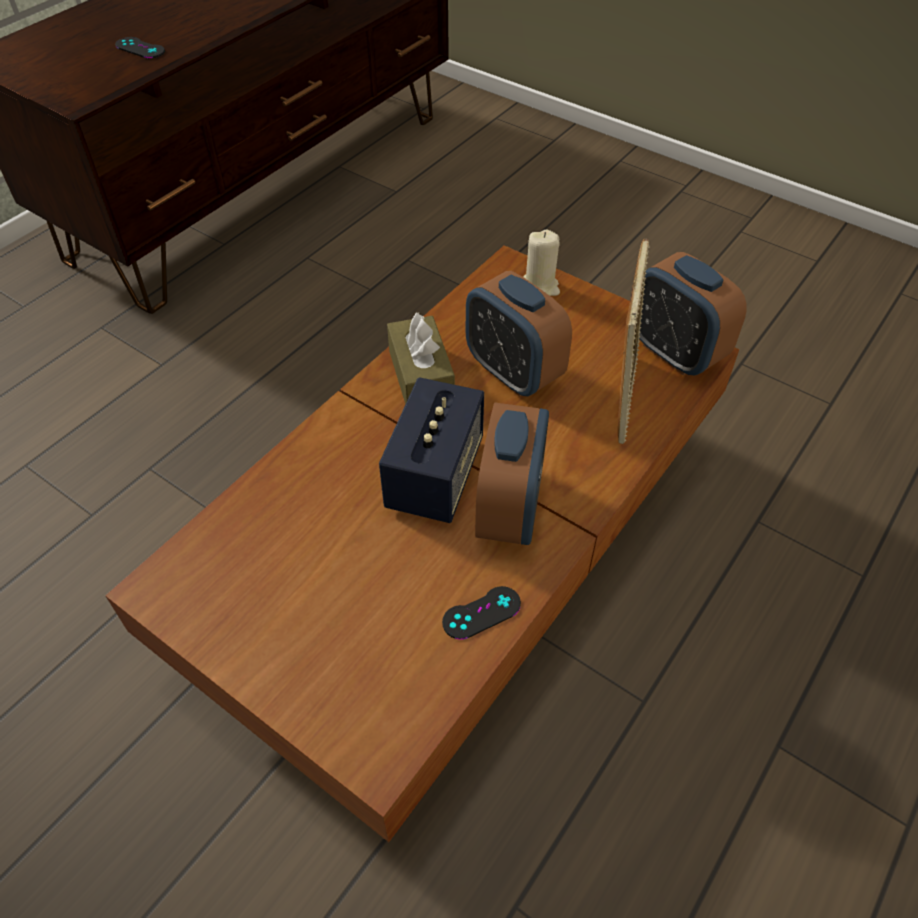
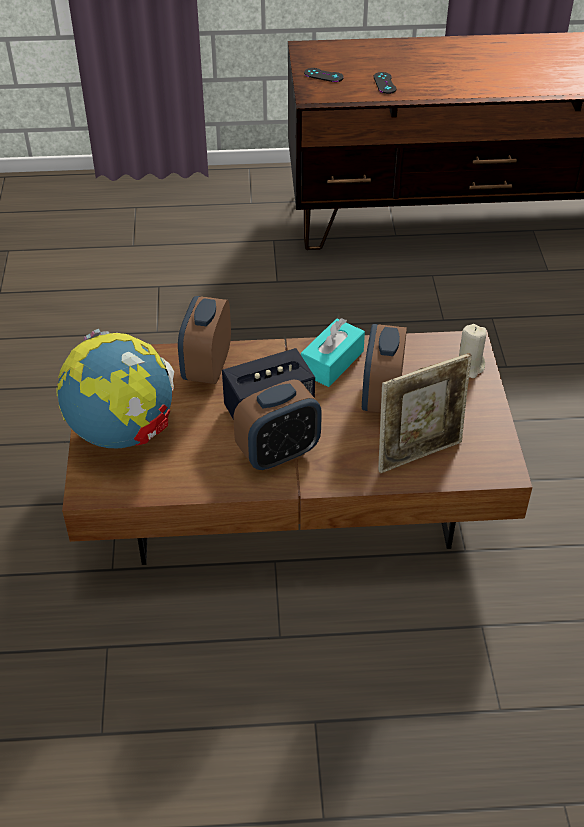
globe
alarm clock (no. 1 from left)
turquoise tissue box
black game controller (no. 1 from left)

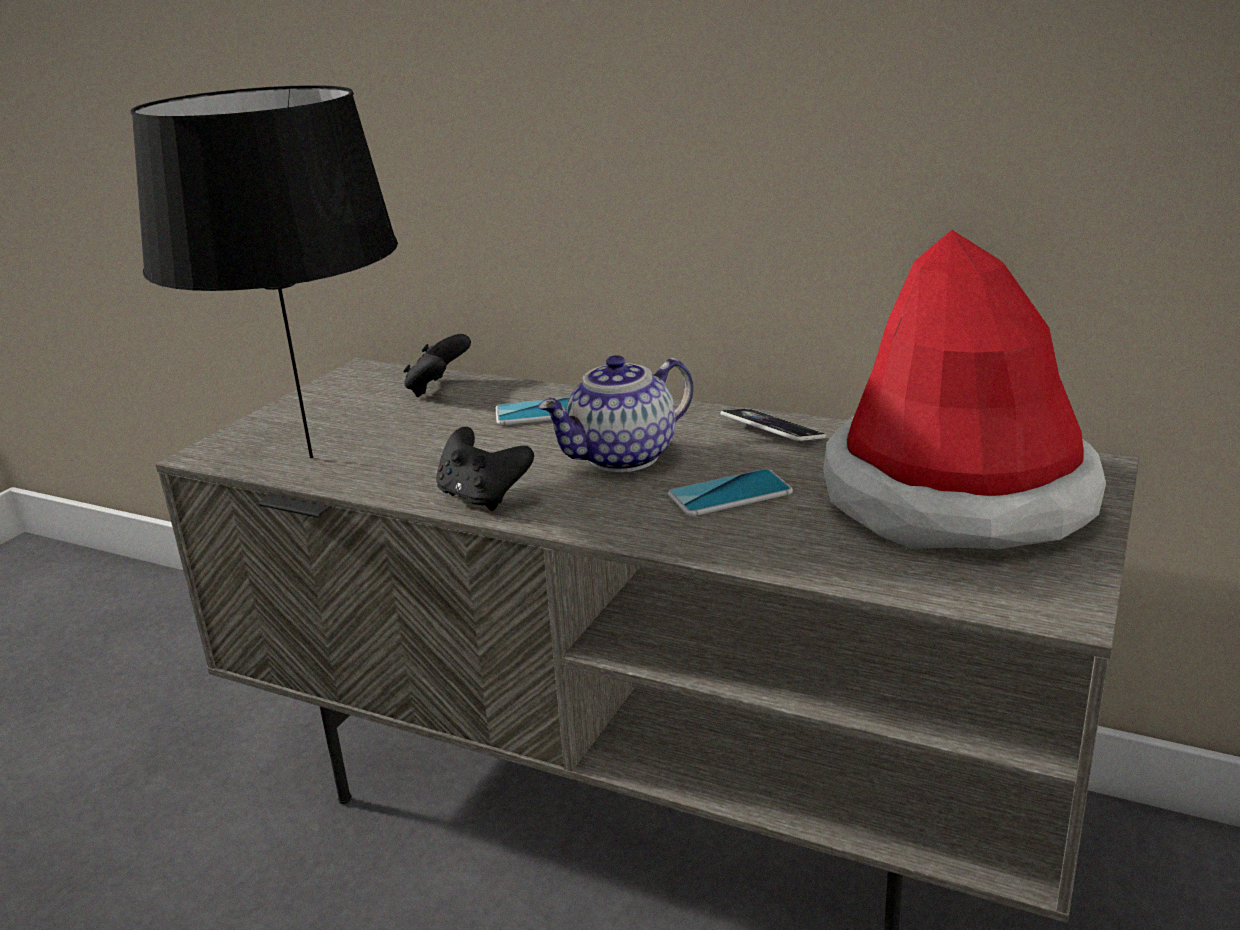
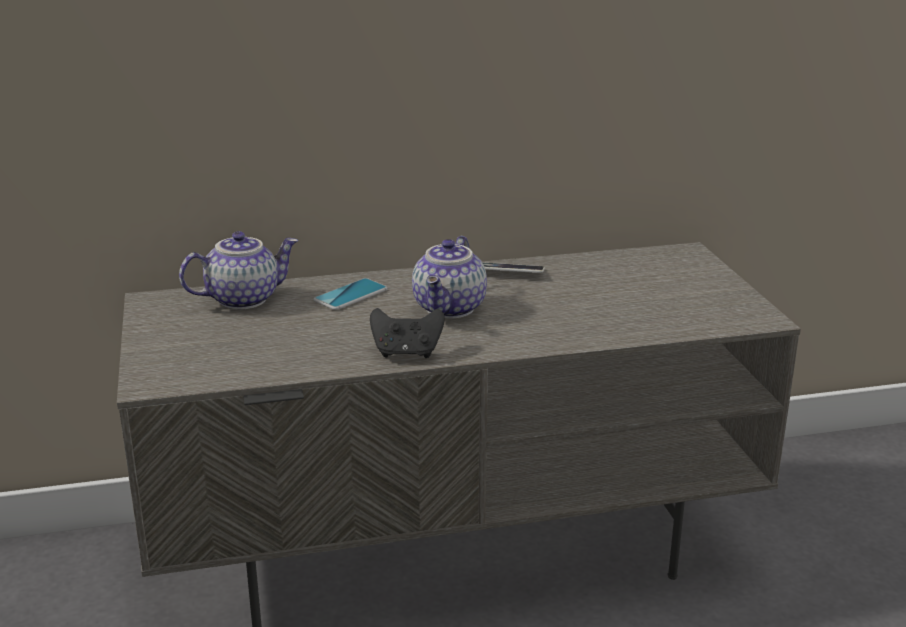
teapot (no. 1 from left)
black table lamp
phone (no. 2 from left in the first image)
hat

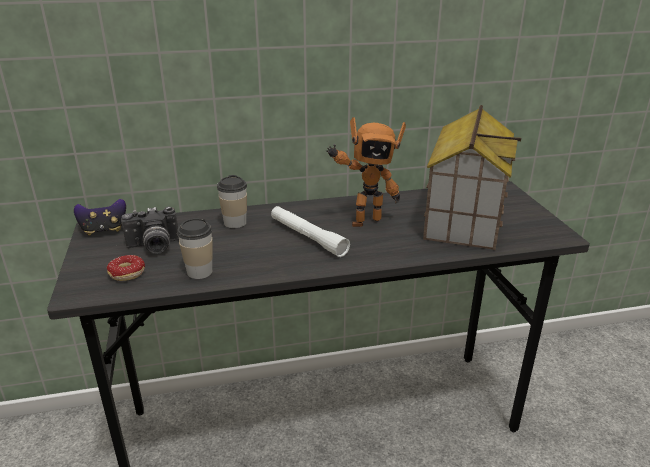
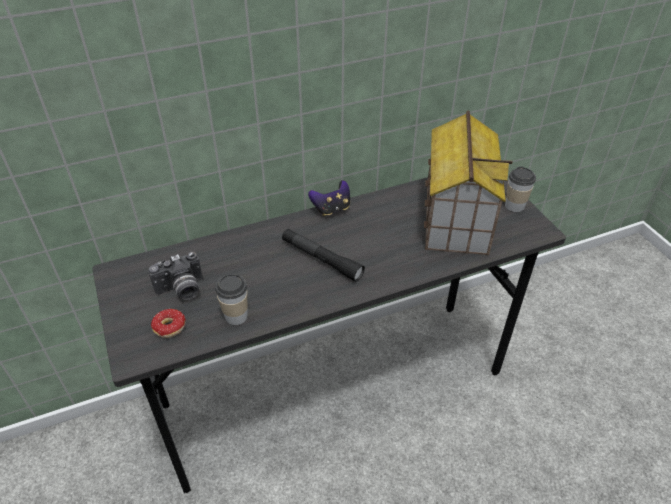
black flashlight
game controller
cup (no. 2 from left)
toy robot

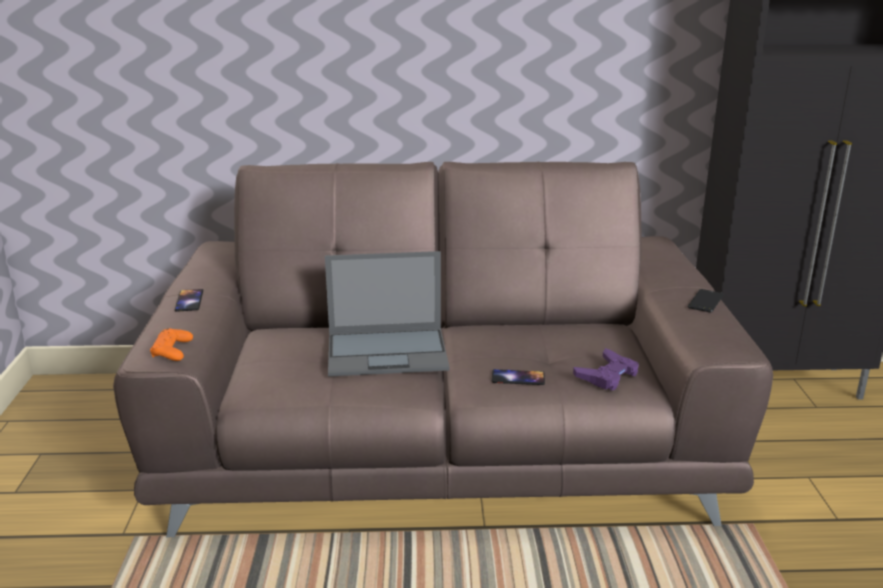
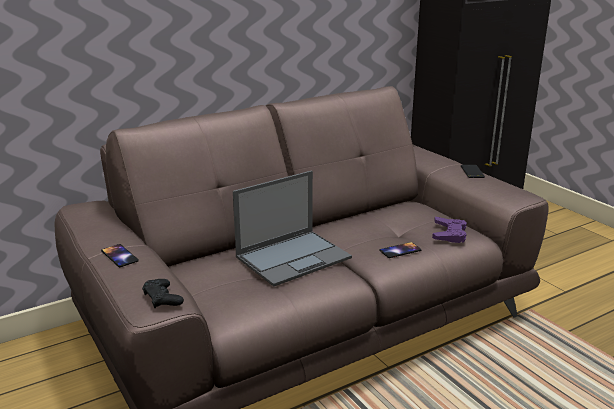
black game controller

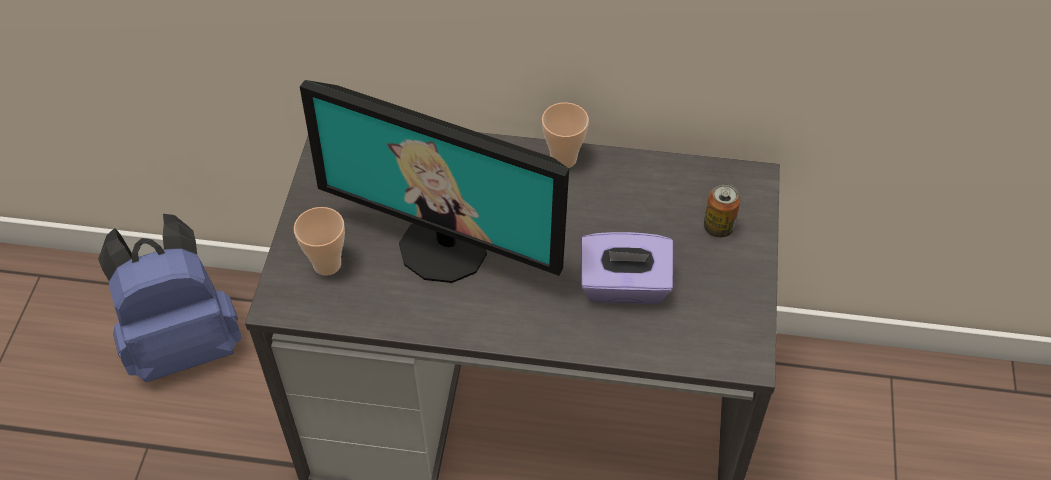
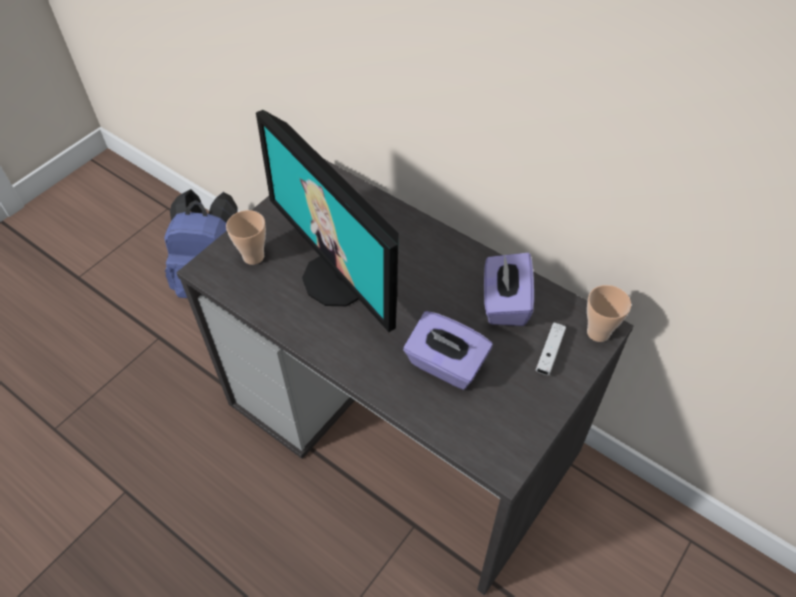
purple tissue box (no. 2 from left)
white game controller
cup (no. 2 from left)

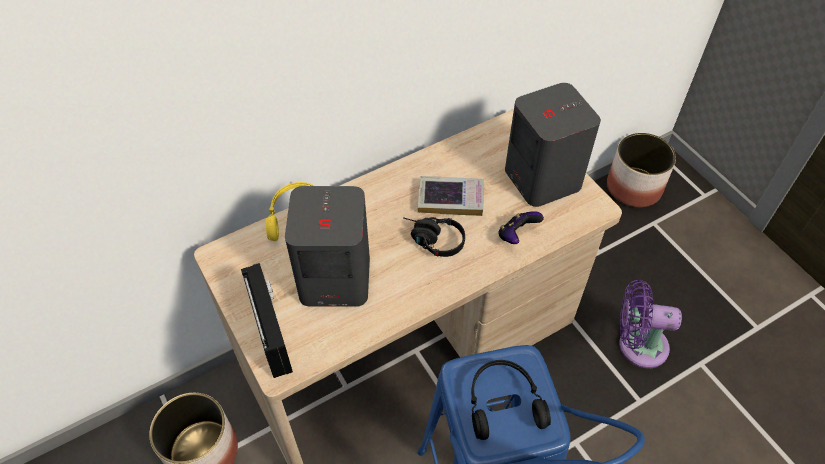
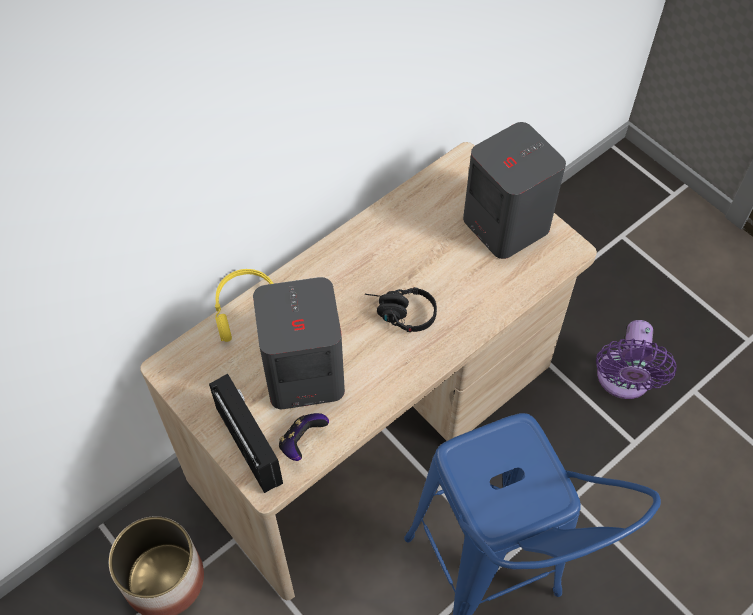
game controller
purple fan
book
black headphones (no. 2 from left in the first image)
planter (no. 2 from left in the first image)

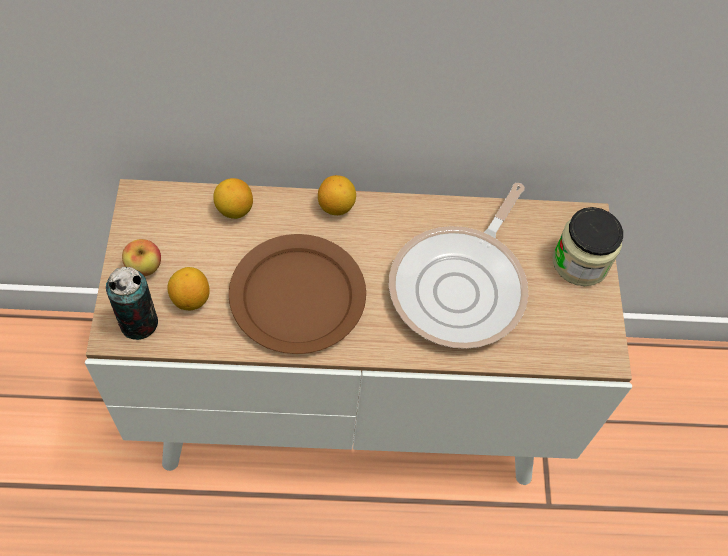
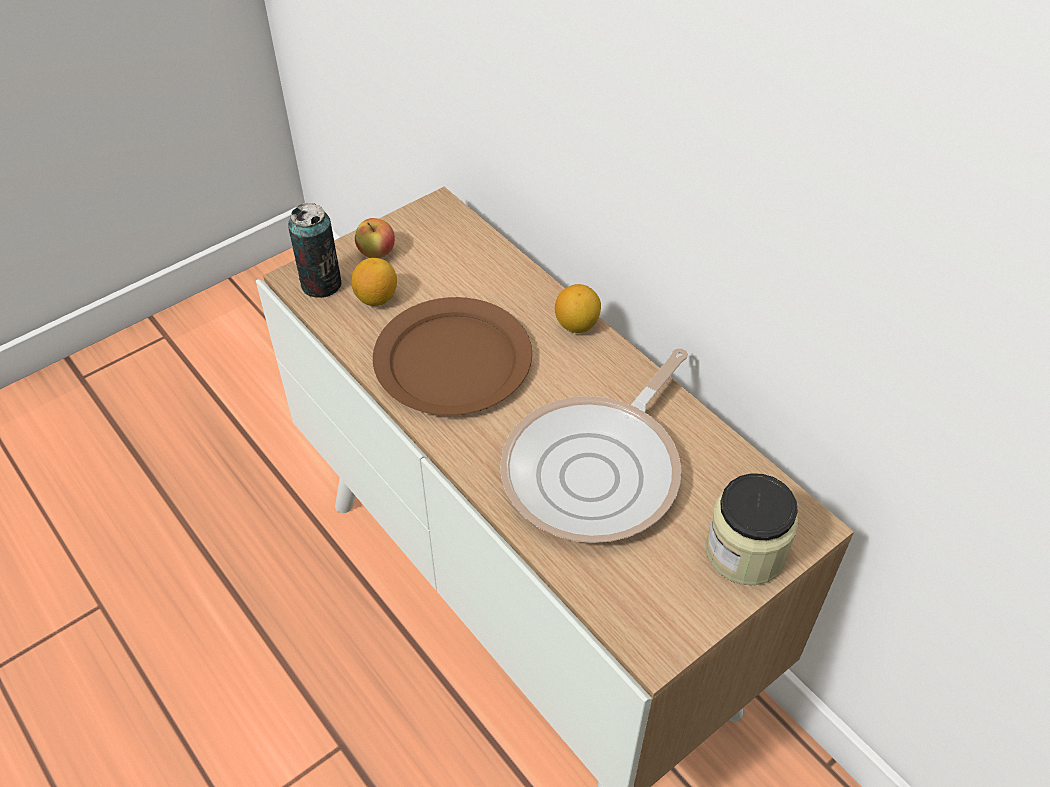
frying pan
lemon (no. 2 from left in the first image)

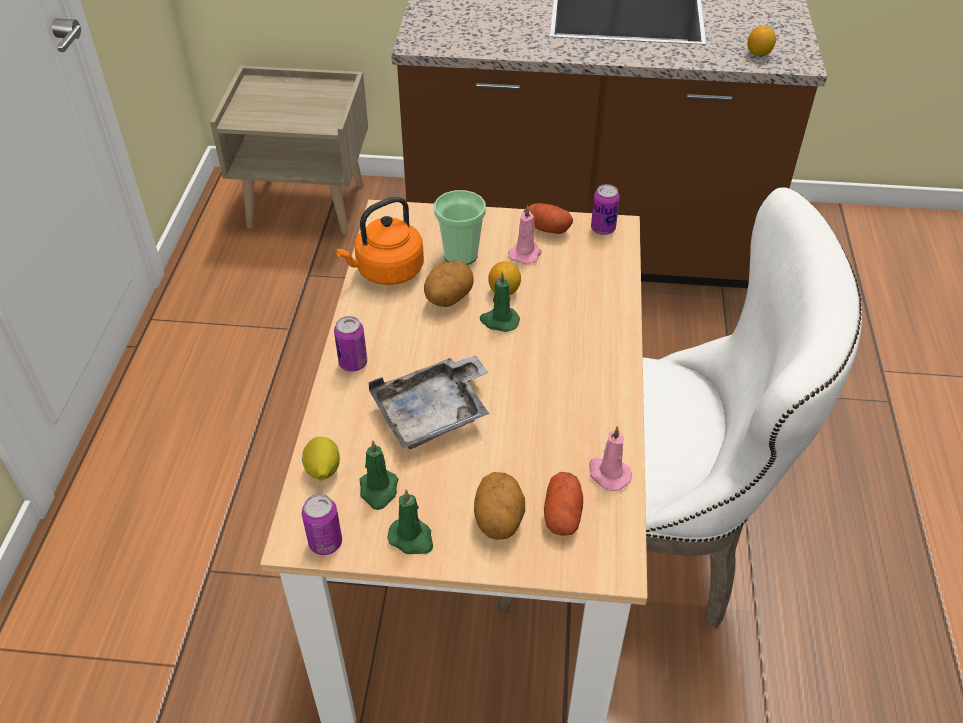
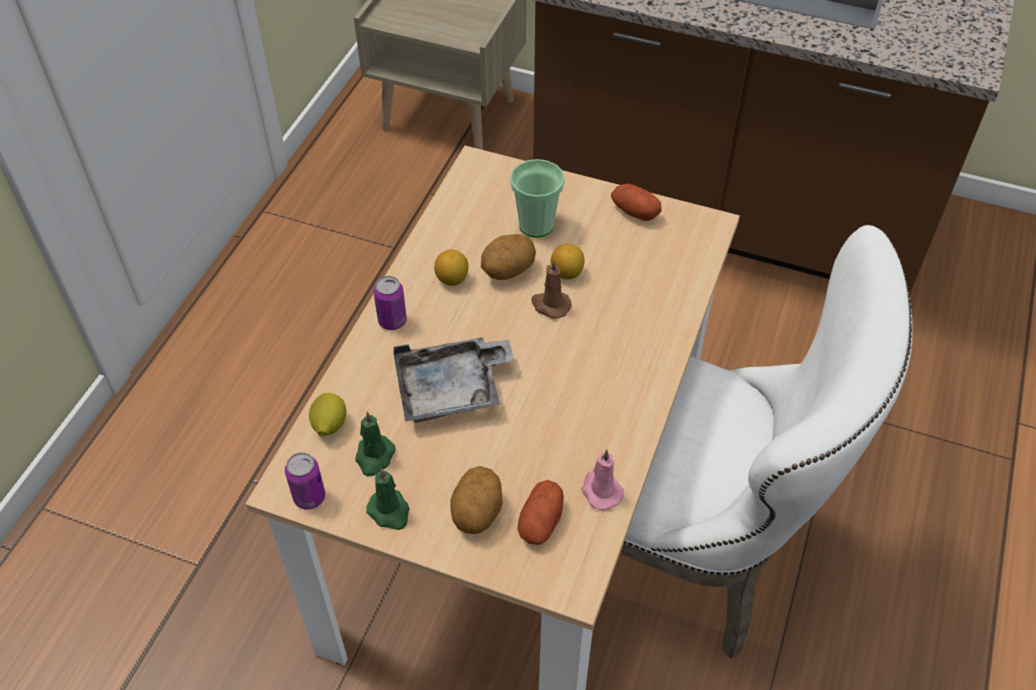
lemon (no. 2 from left)
brown candle
orange kettle
pink candle (no. 1 from left in the first image)
can (no. 3 from left in the first image)

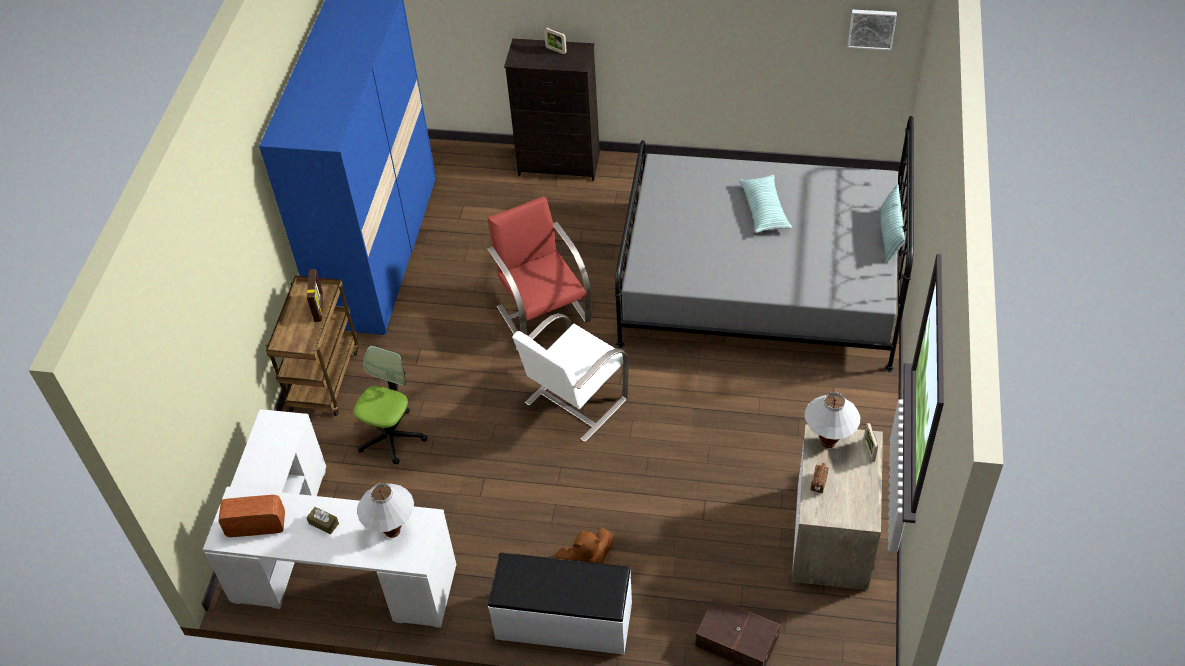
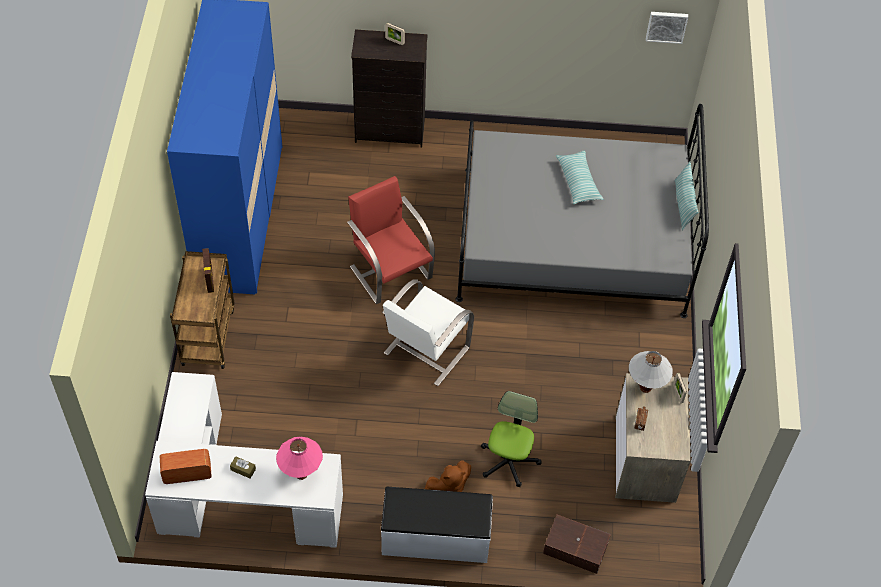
pink table lamp
office chair

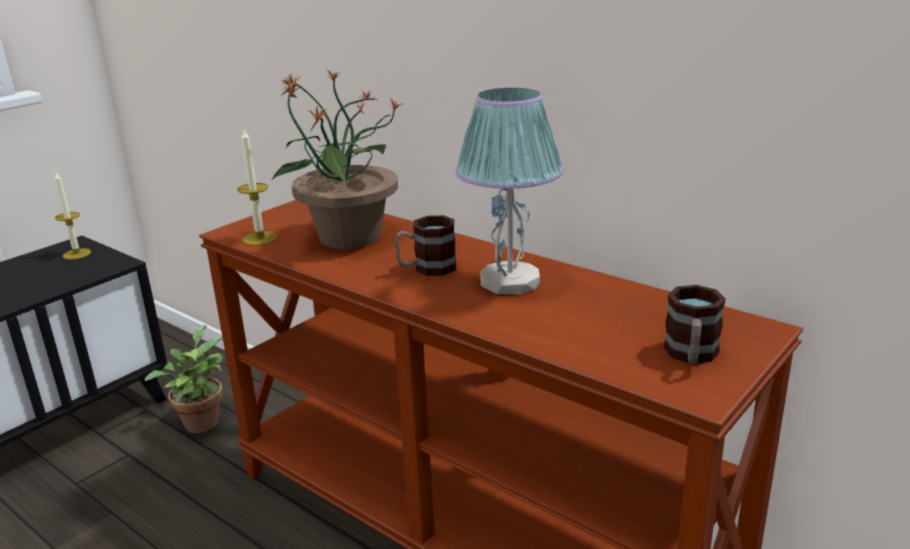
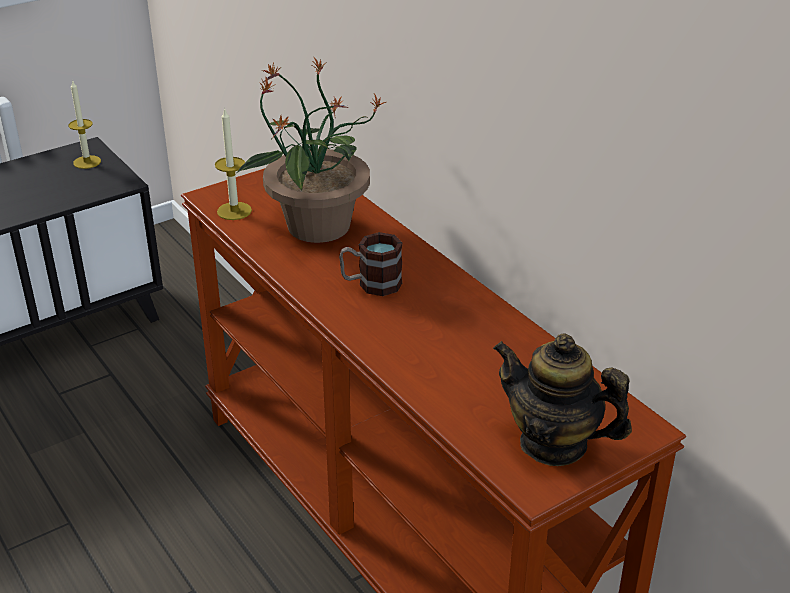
teapot
potted plant (no. 1 from left in the first image)
table lamp

